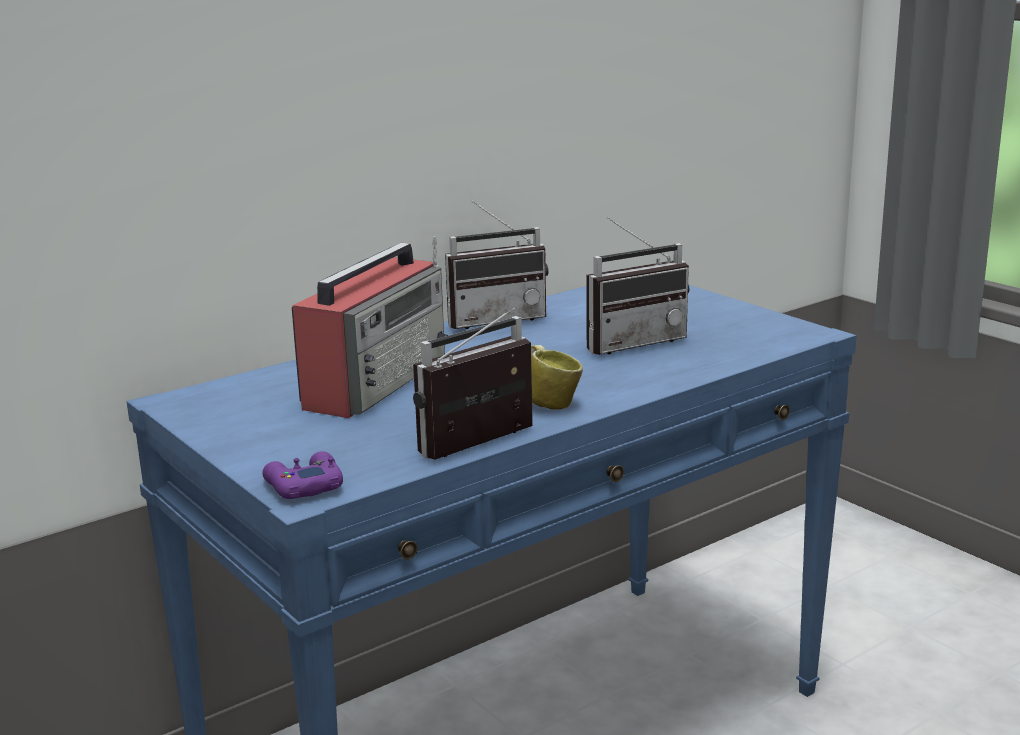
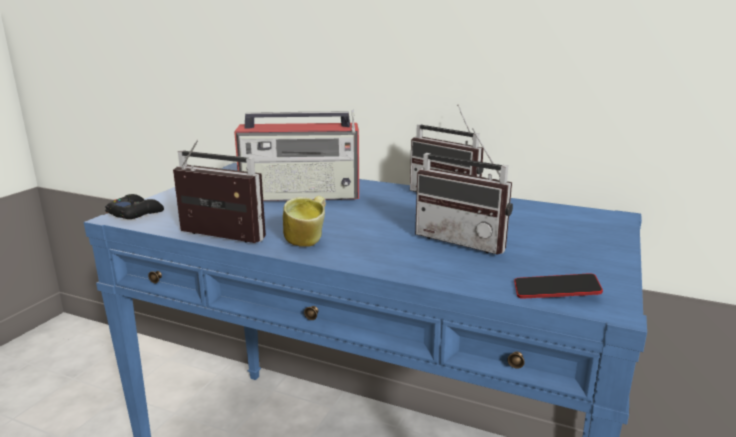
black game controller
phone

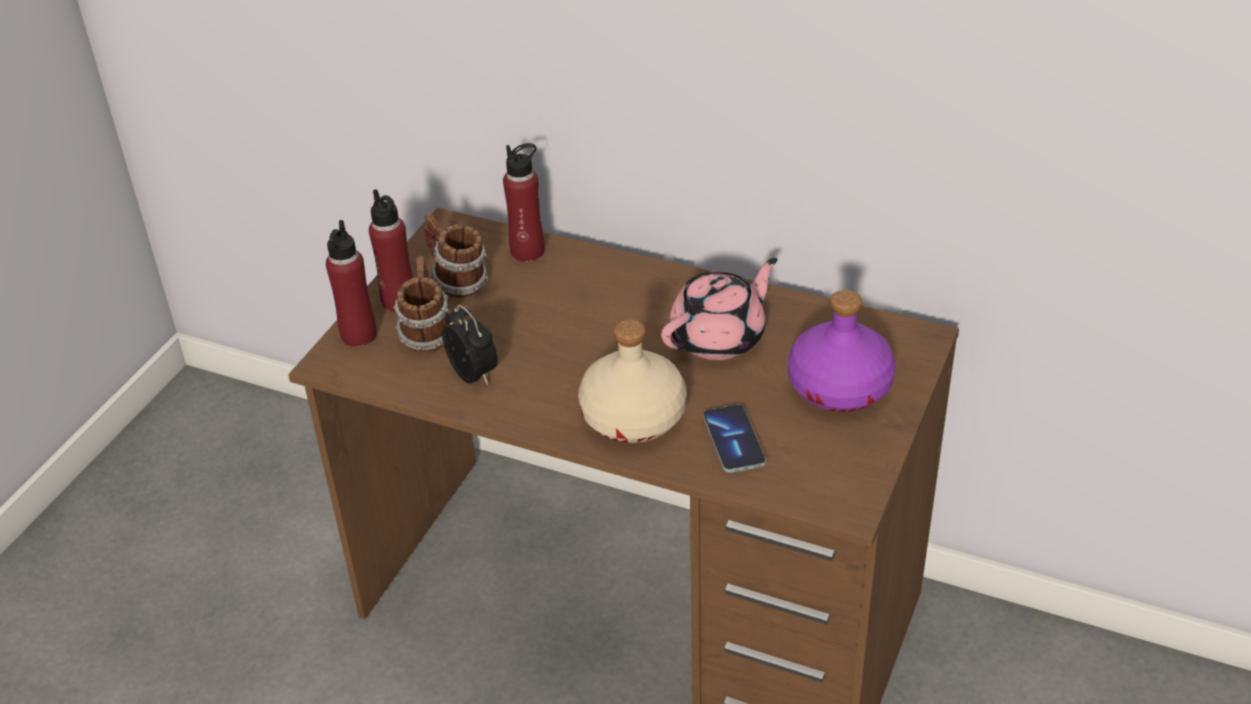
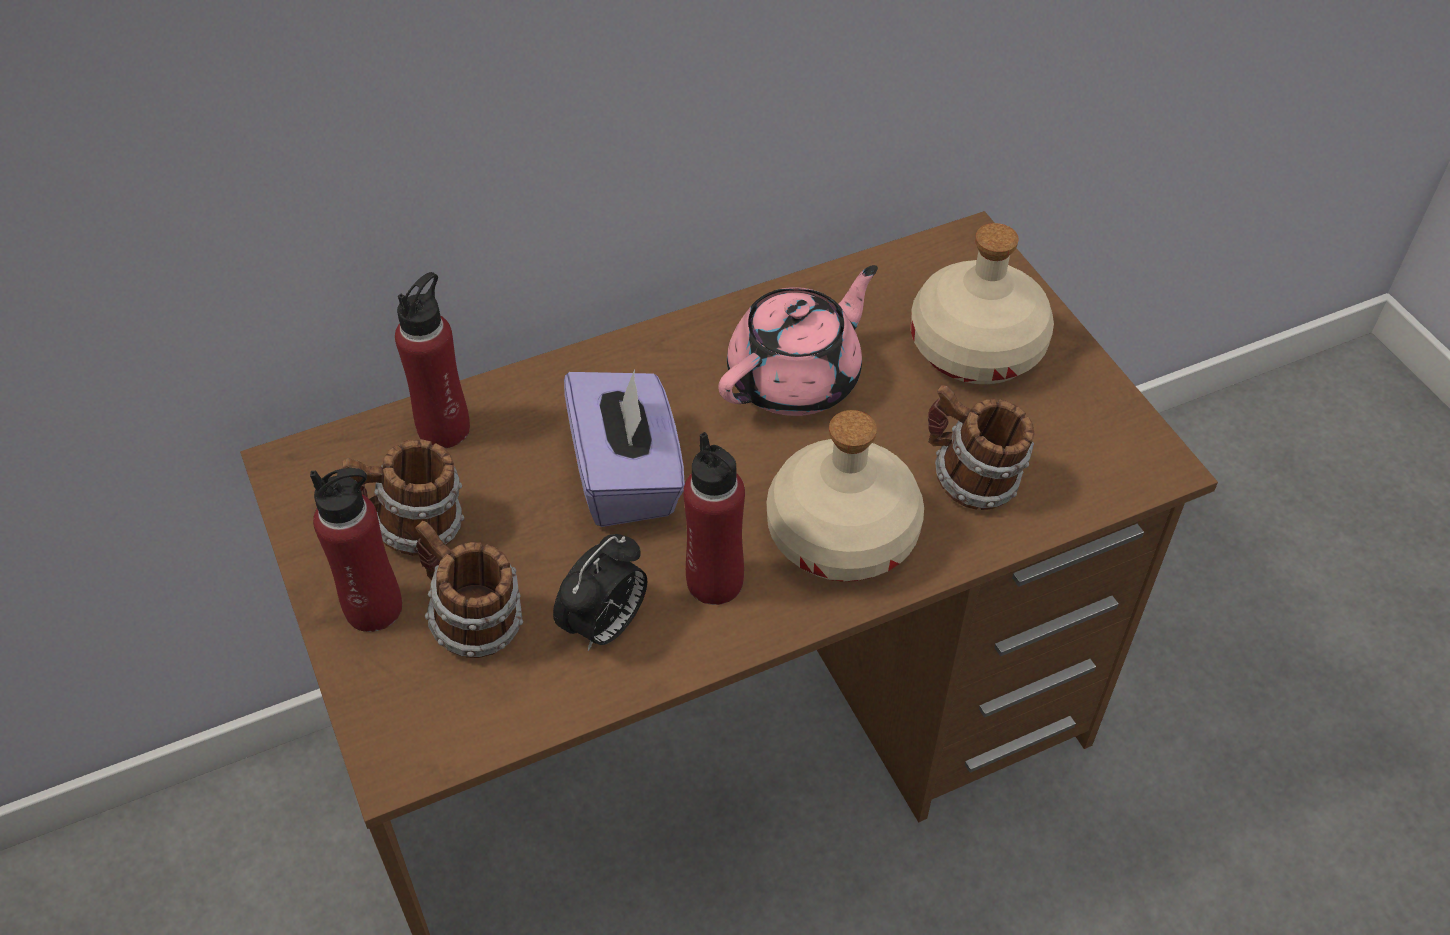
alarm clock
purple tissue box
red bottle (no. 3 from left)
pink teapot
beige bottle (no. 2 from left)
mug (no. 3 from left)

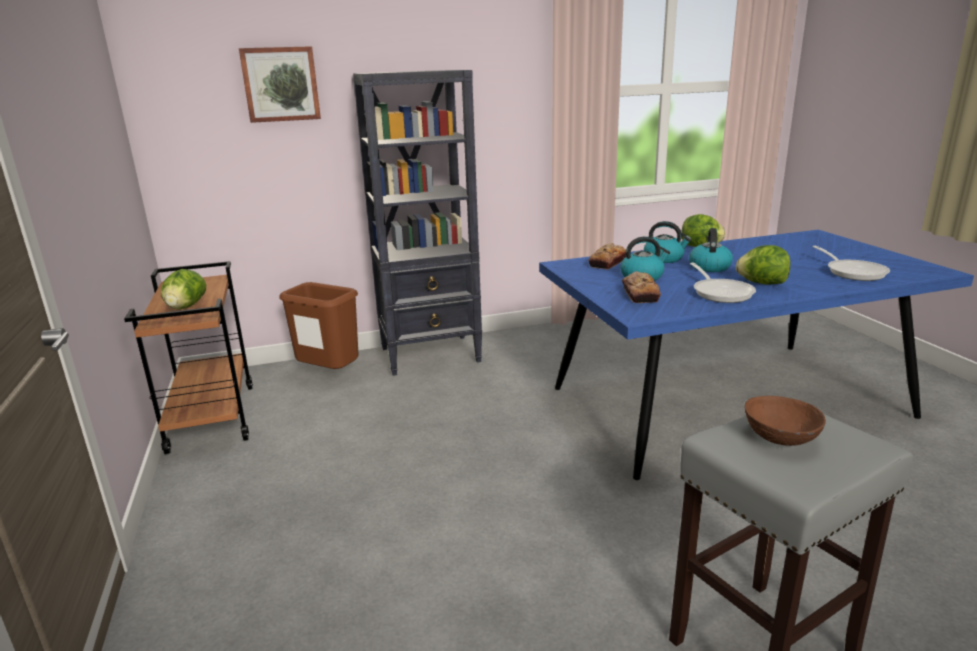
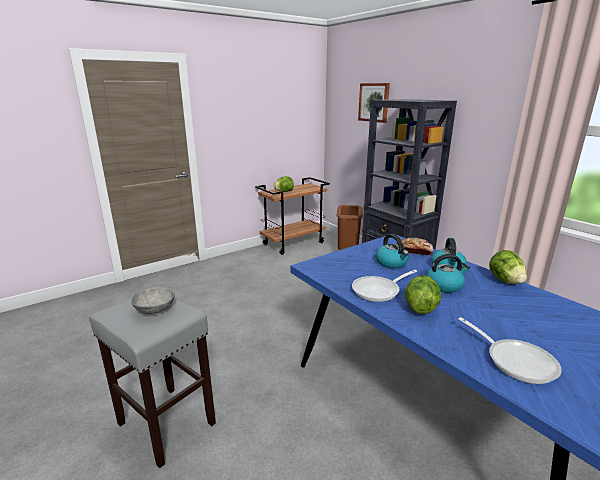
grey bowl
frying pan (no. 2 from left)
bread (no. 2 from left in the first image)

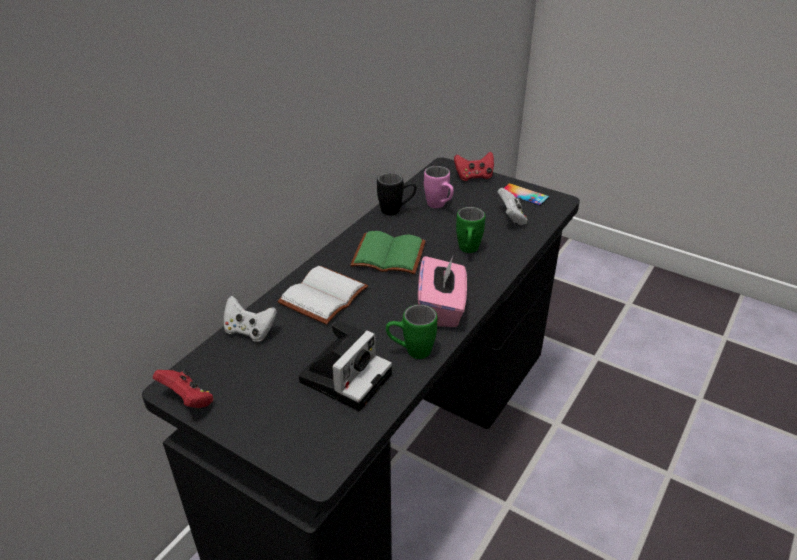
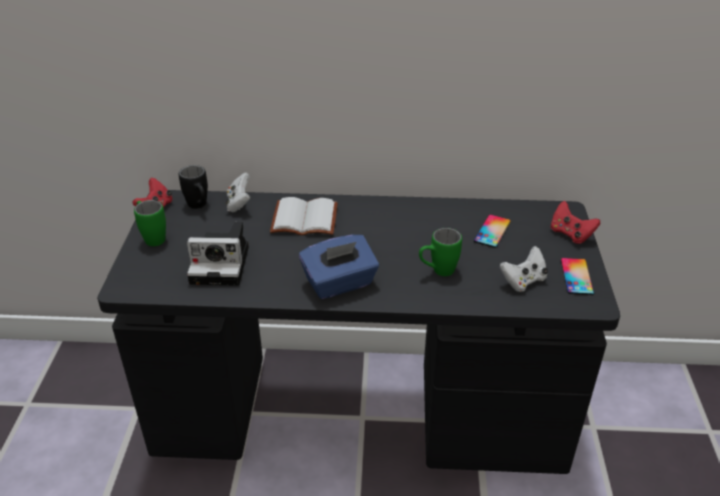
green mug (no. 1 from left)
black mug
blue tissue box
phone (no. 1 from left)
green book

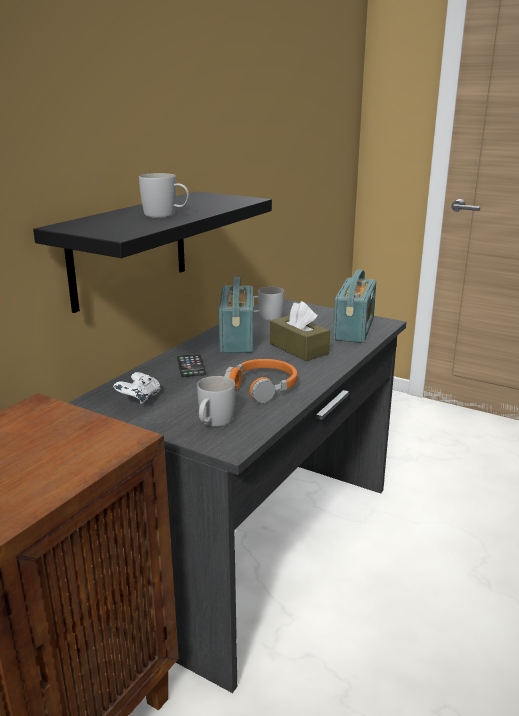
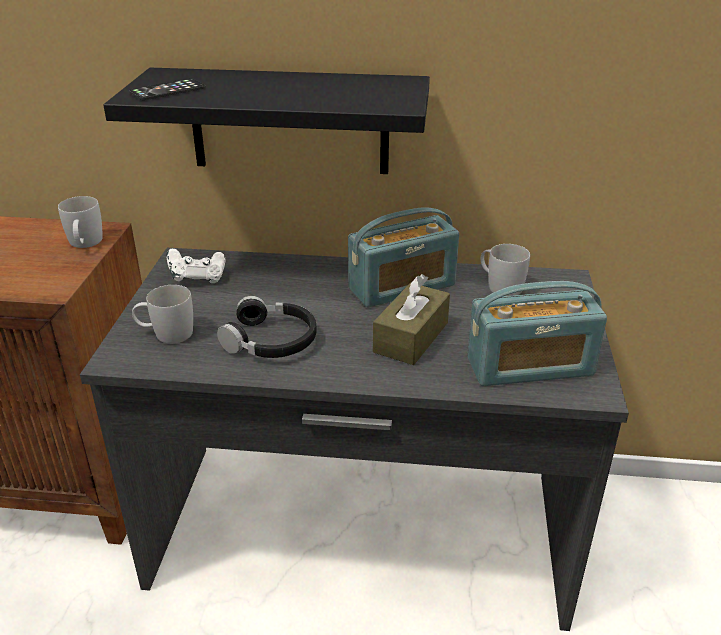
white mug (no. 1 from left)
phone
black headphones

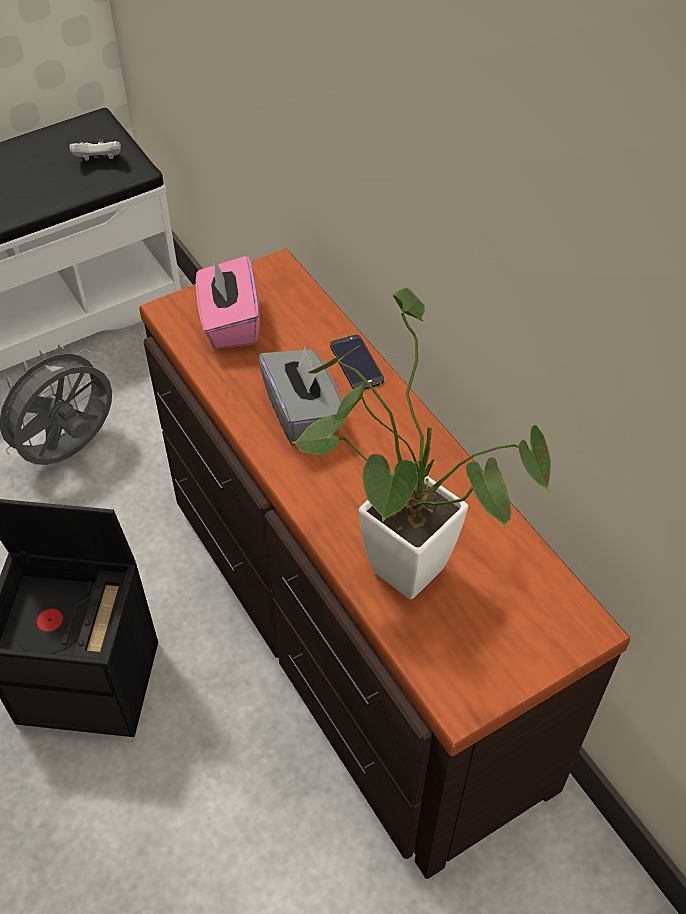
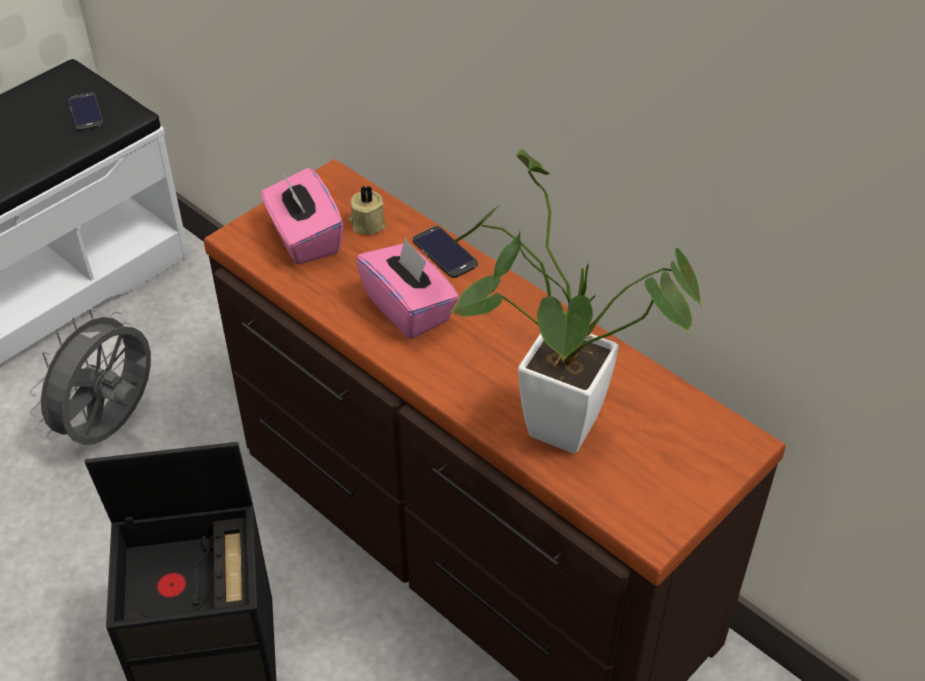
phone (no. 1 from left)
beige candle
pink tissue box (no. 2 from left)

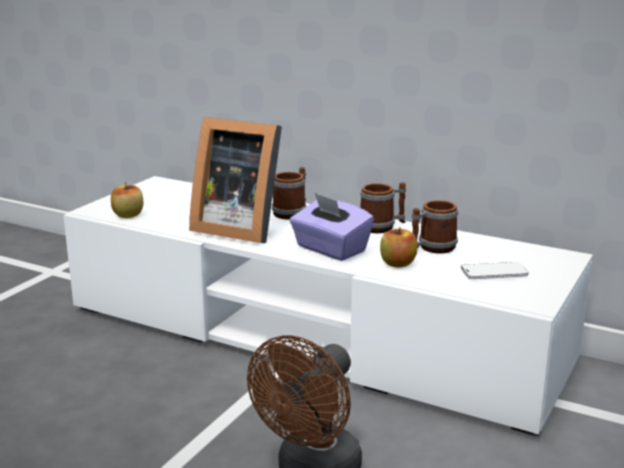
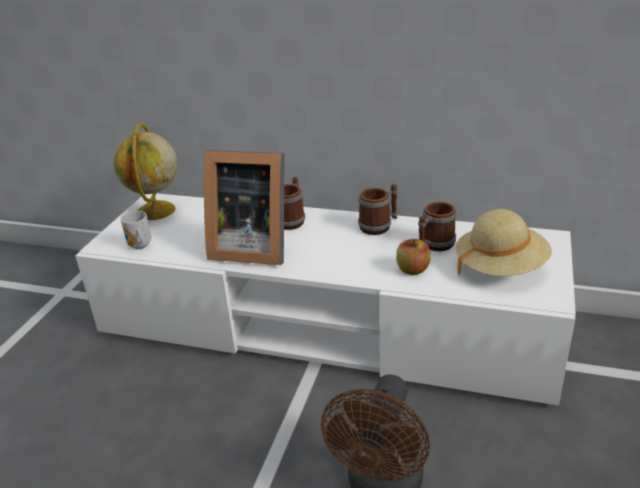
globe
mug (no. 1 from left)
beige hat
purple tissue box

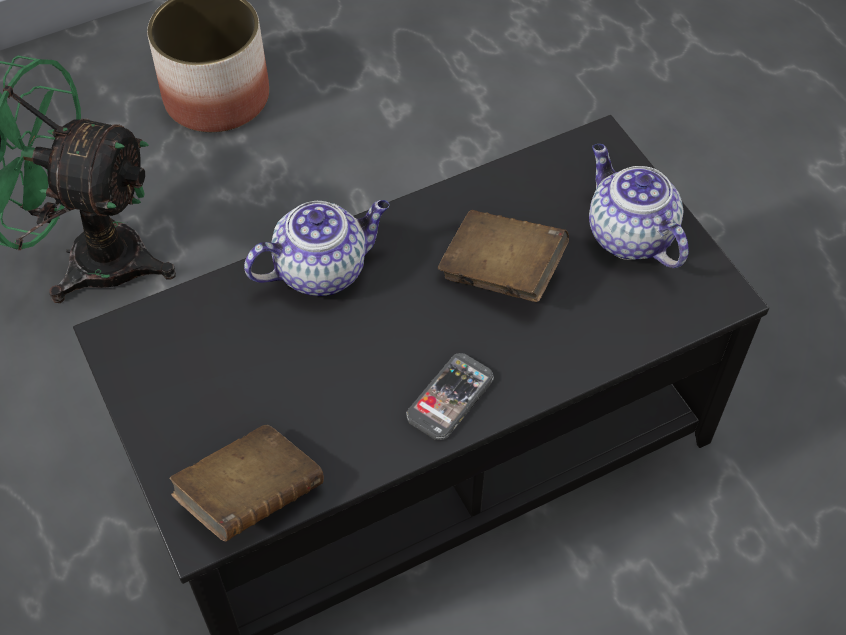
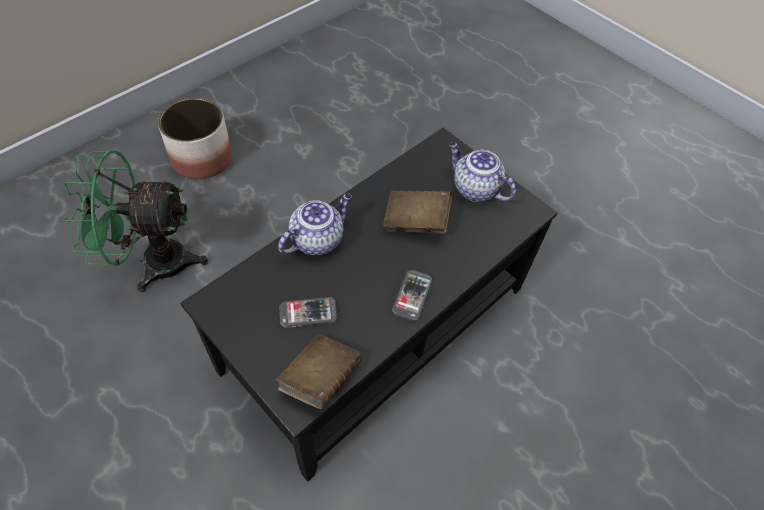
phone (no. 1 from left)

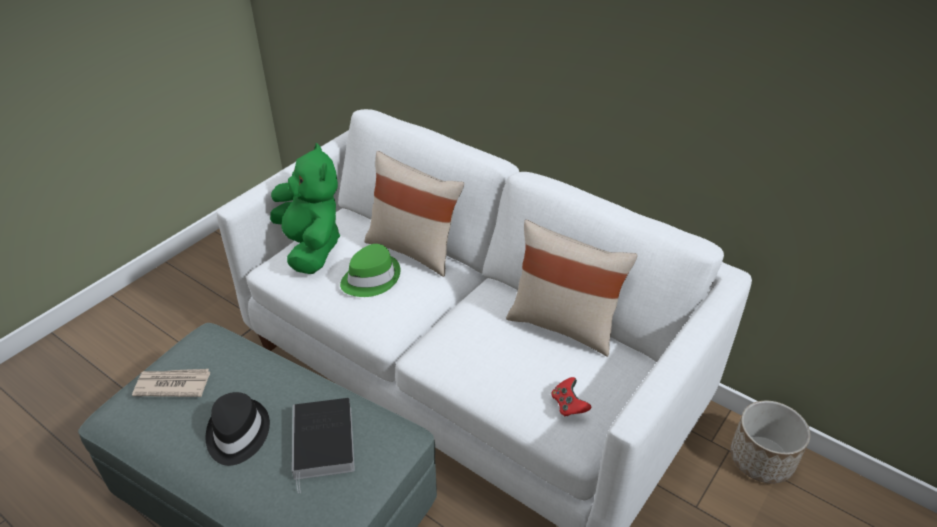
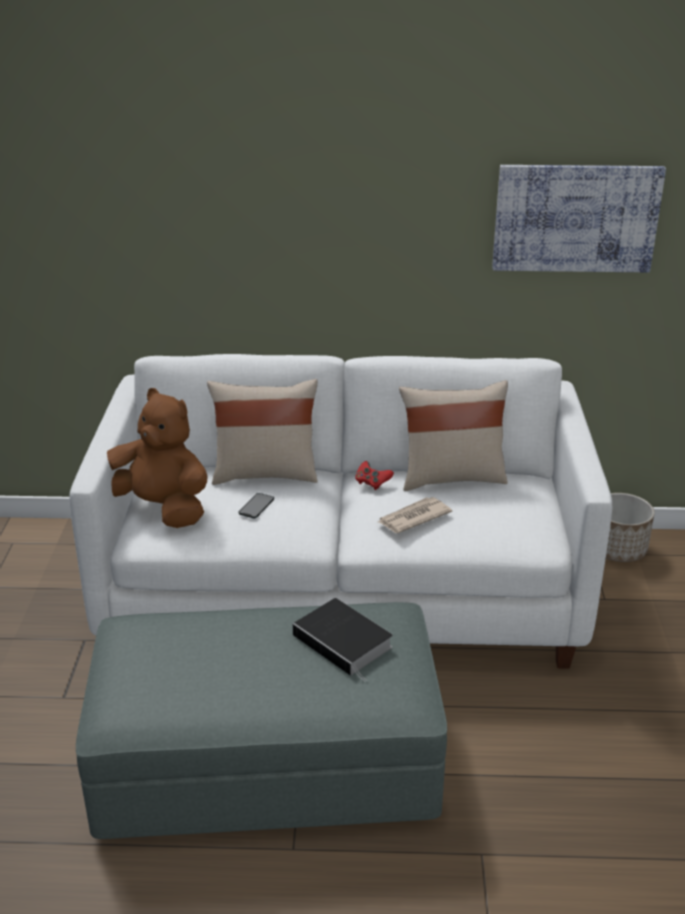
brown plush toy
phone
red game controller
newspaper
picture
black hat

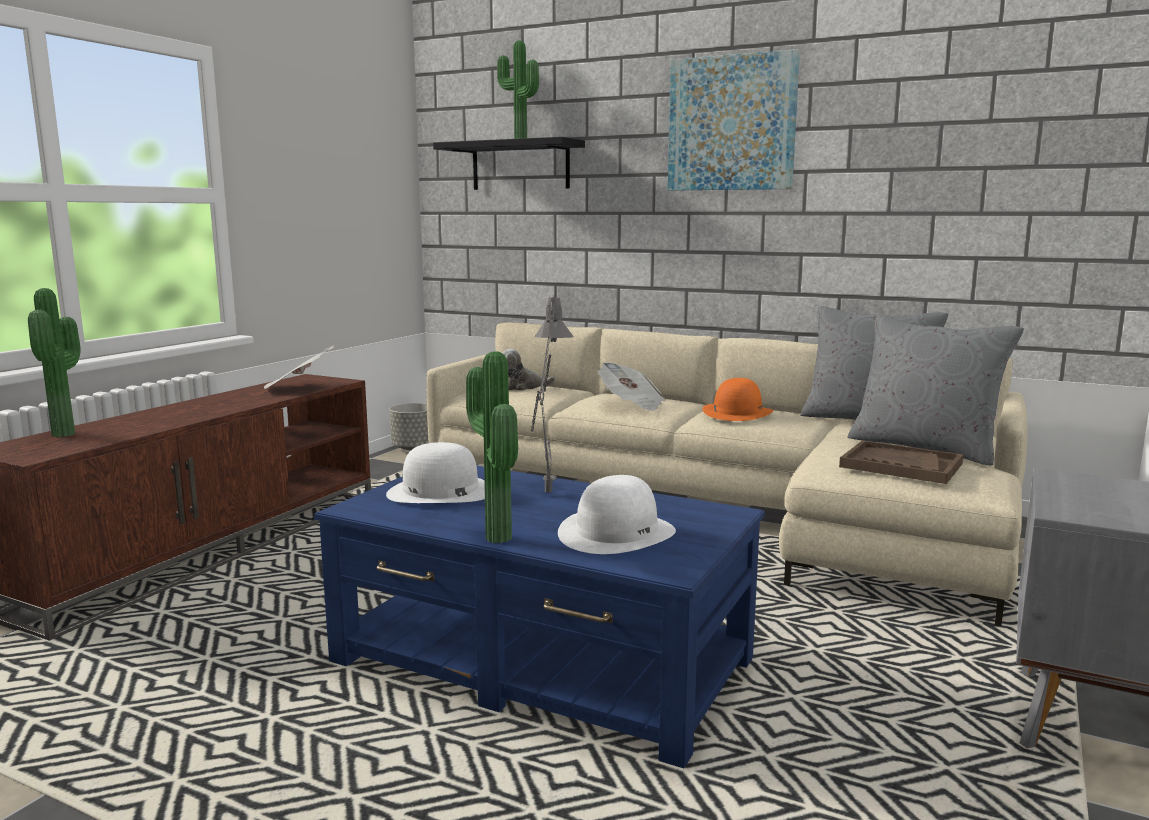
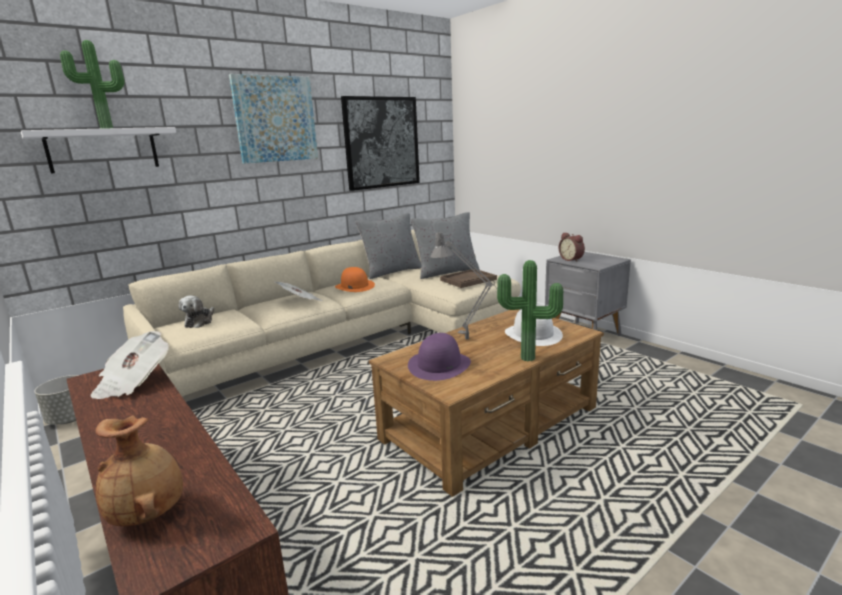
white shelf
brown vase
picture (no. 2 from left)
brown coffee table
purple hat
alarm clock

